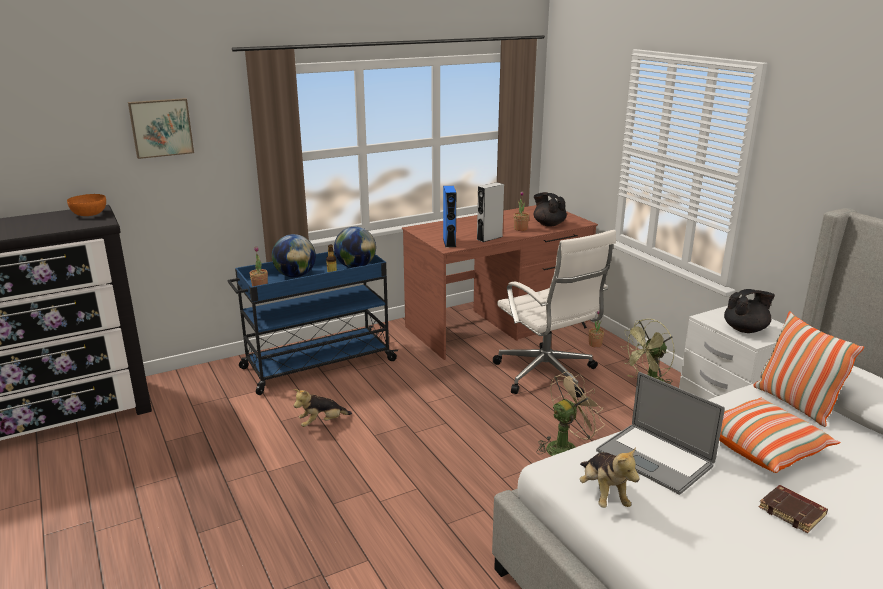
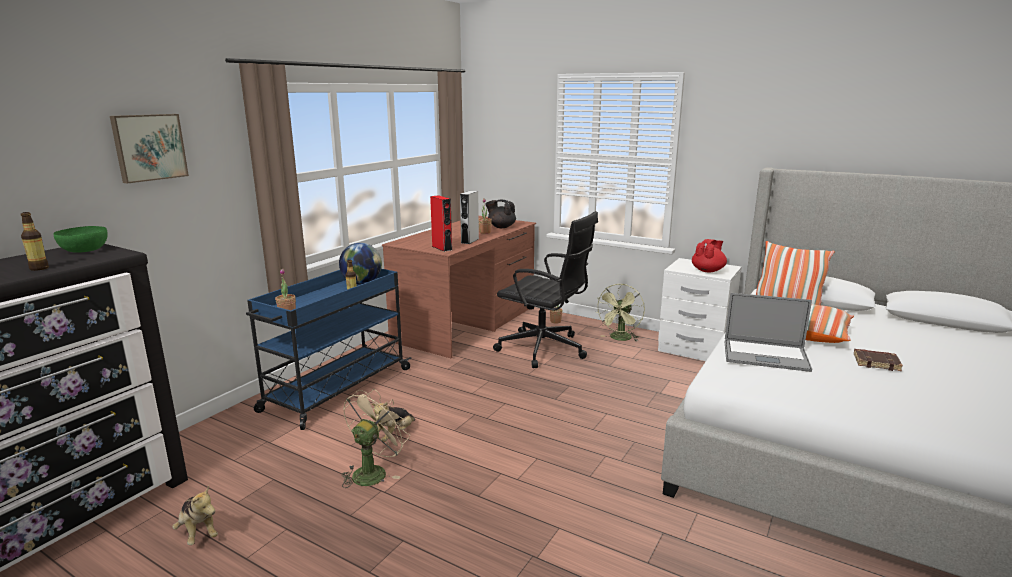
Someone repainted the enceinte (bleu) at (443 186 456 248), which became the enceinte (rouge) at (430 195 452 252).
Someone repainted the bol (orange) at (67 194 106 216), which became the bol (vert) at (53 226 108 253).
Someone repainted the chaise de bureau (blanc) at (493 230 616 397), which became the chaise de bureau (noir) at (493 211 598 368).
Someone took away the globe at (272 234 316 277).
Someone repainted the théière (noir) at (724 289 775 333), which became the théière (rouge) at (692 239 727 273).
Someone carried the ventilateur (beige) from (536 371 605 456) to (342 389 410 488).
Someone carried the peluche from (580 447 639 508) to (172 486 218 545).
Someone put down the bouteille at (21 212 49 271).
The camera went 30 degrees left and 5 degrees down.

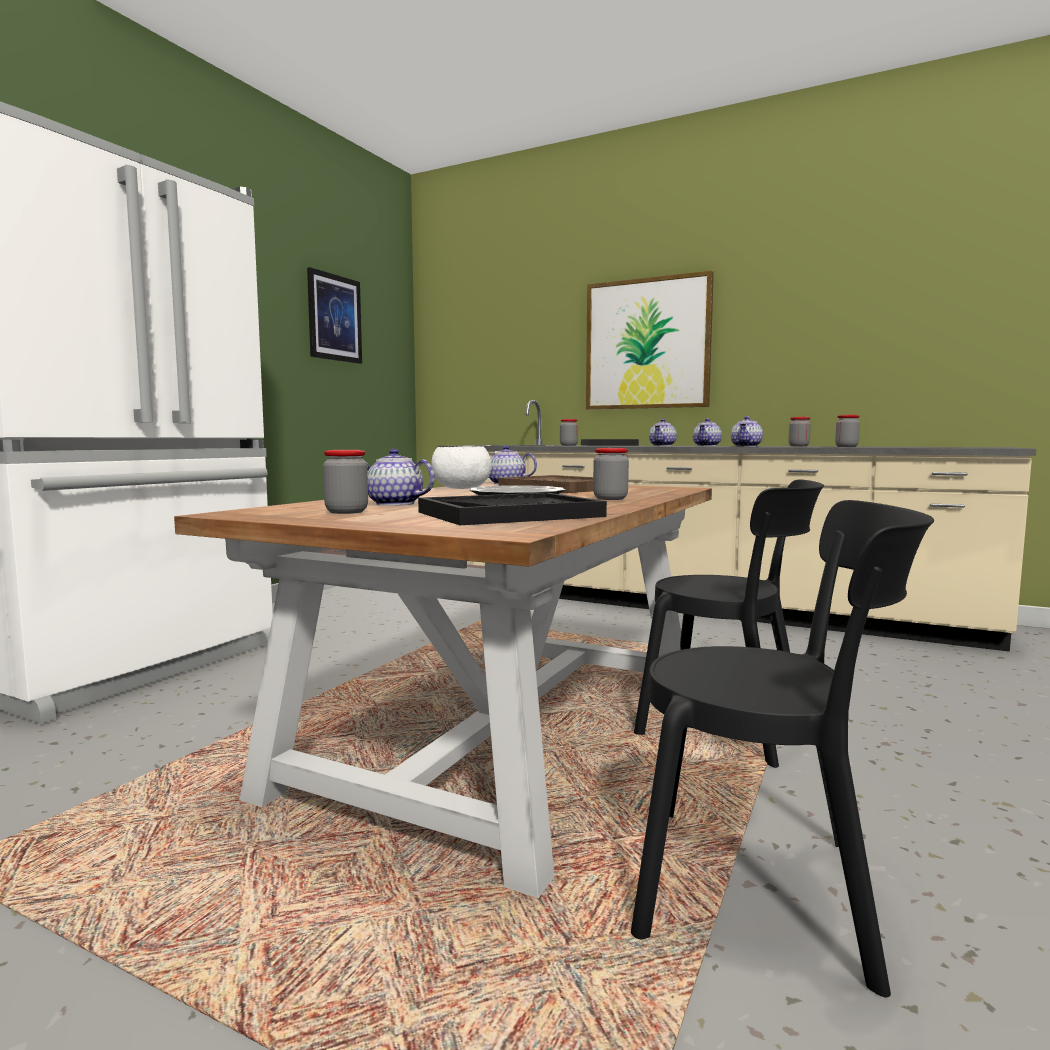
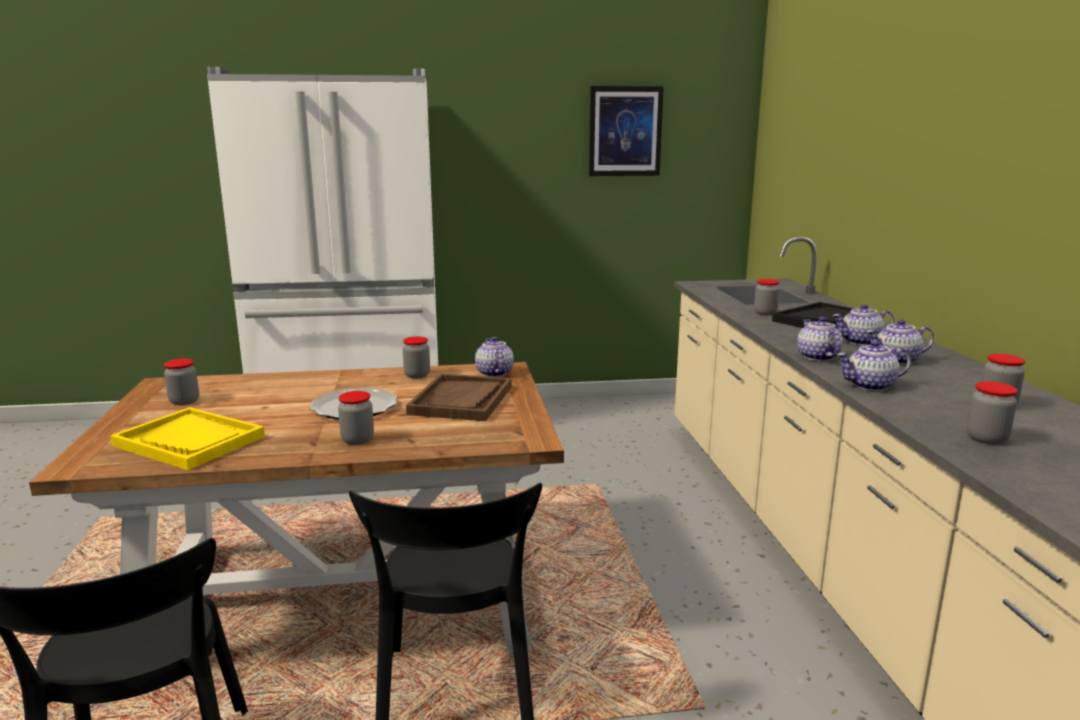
Someone took away the tableau at (586 270 714 410).
Someone swapped the bol (blanc) at (431 446 491 489) for the bocal at (403 336 430 378).
Someone carried the théière from (365 449 435 506) to (797 317 843 361).
Someone repainted the plateau (noir) at (418 493 607 525), which became the plateau (jaune) at (110 407 265 470).
The camera went 55 degrees right and 10 degrees up.

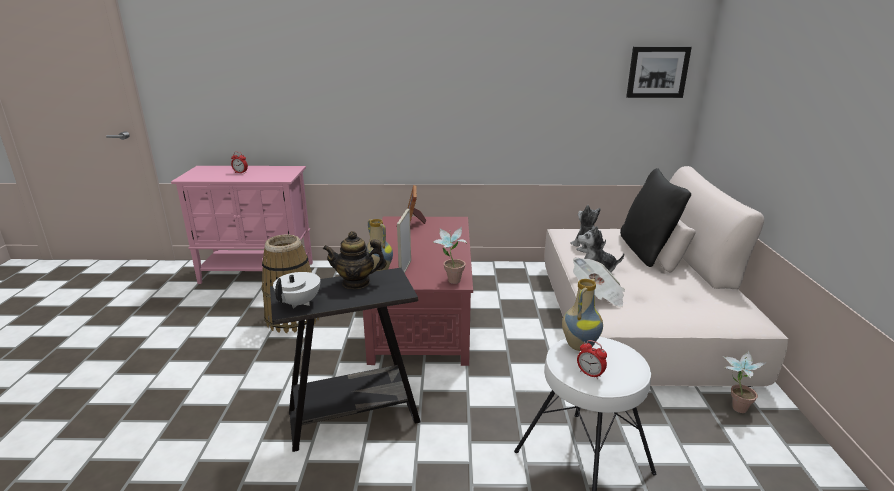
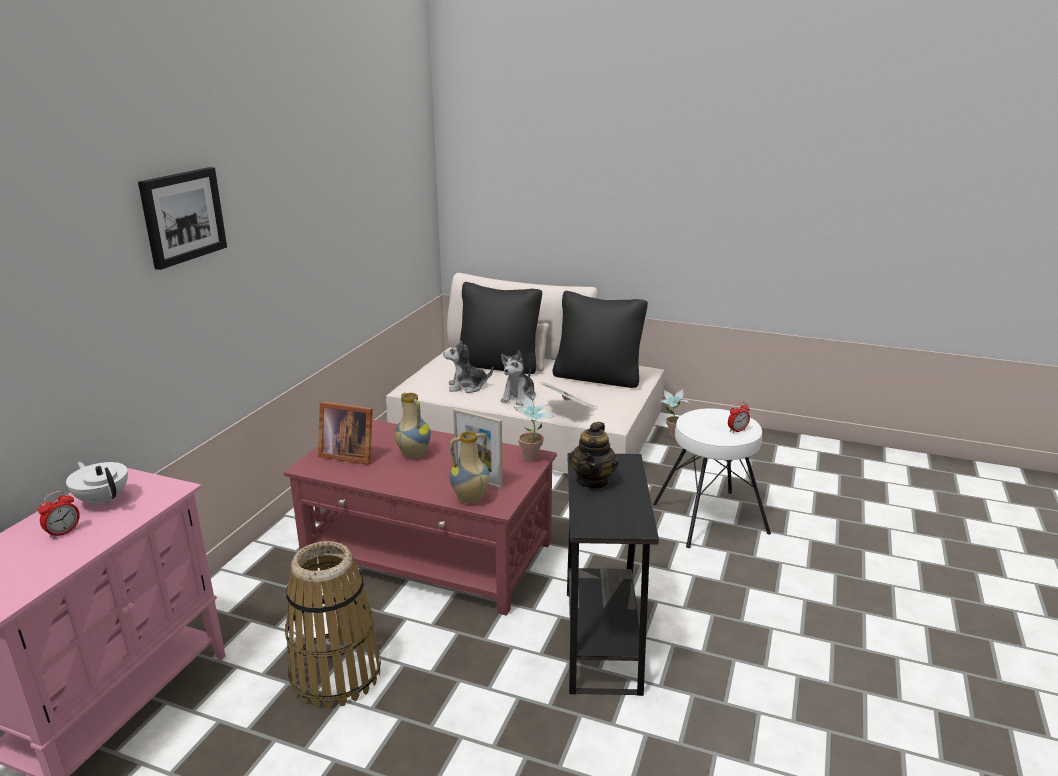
Someone carried the tableau from (626 47 692 98) to (138 167 227 270).
Someone carried the théière (blanc) from (273 267 320 308) to (66 462 128 506).
Someone carried the vase from (562 278 603 351) to (394 392 431 459).
Someone put down the coussin (noir) at (553 291 648 388).
The camera went 70 degrees left and 0 degrees up.

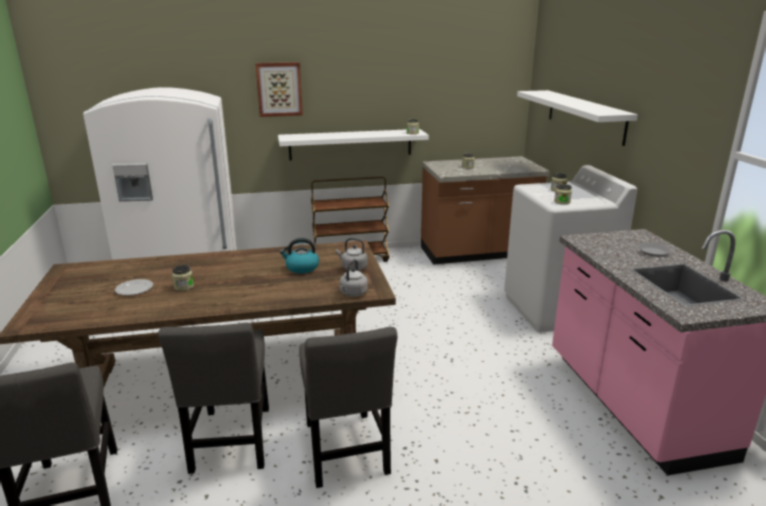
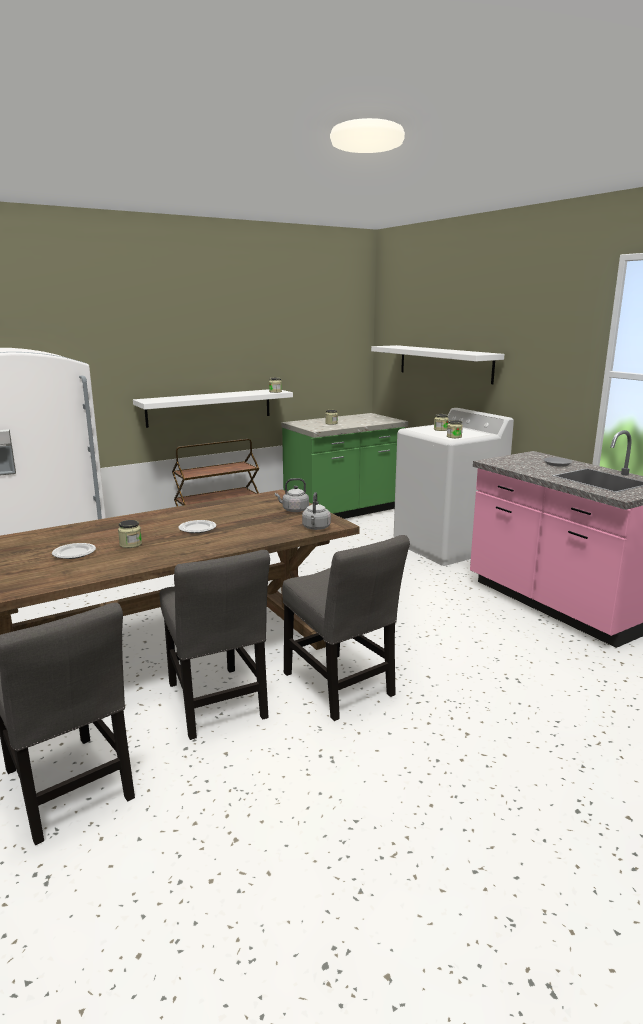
Someone took away the tableau at (255 62 303 117).
Someone repainted the comptoir de cuisine (marron) at (421 156 550 264), which became the comptoir de cuisine (vert) at (281 413 408 519).
Someone took away the bouilloire at (279 238 319 274).
Someone put down the assiette at (179 520 216 533).
The camera went 20 degrees left and 5 degrees down.

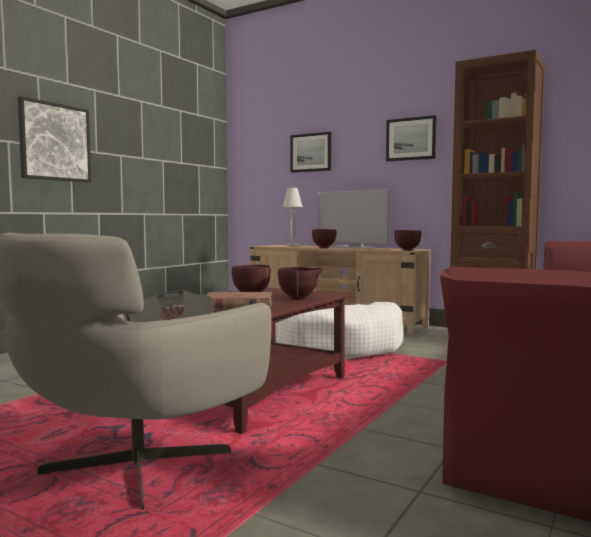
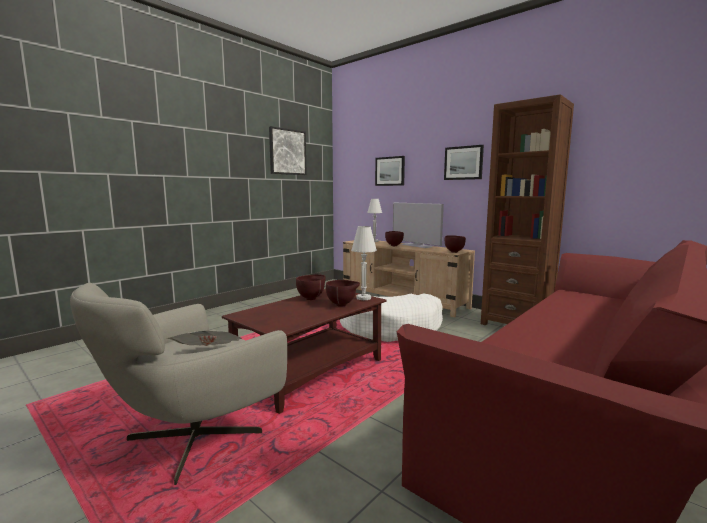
Someone carried the tableau from (18 96 91 182) to (269 126 307 175).
Someone took away the livre (marron) at (207 292 272 309).
Someone put down the lampe de table (blanc) at (351 226 377 300).
The camera went 10 degrees right and 5 degrees up.

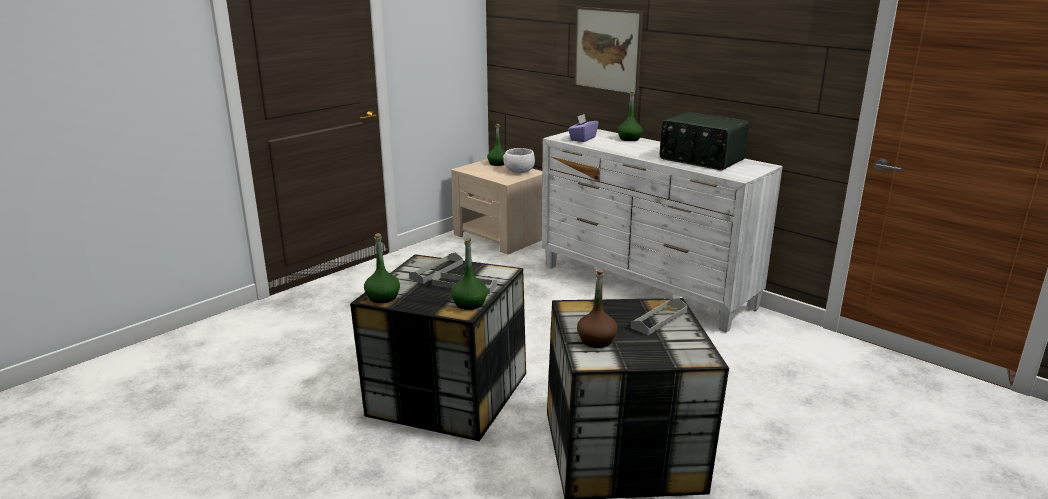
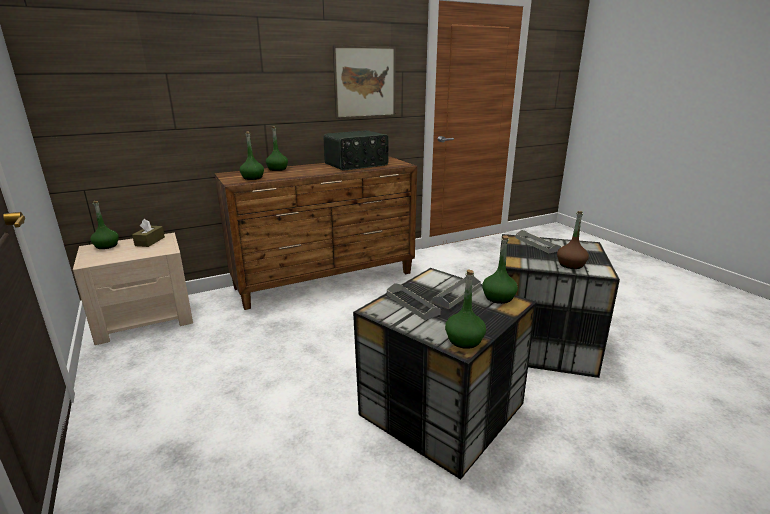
Someone carried the tableau from (574 6 643 96) to (333 45 396 119).
Someone swapped the boîte à mouchoirs (violet) at (568 114 599 142) for the bouteille (vert) at (240 132 264 180).
Someone repainted the commode (blanc) at (542 129 783 333), which became the commode (marron) at (214 157 417 310).
Someone swapped the bol (blanc) at (503 148 535 173) for the boîte à mouchoirs (marron) at (132 219 165 247).
The camera went 70 degrees left and 0 degrees up.

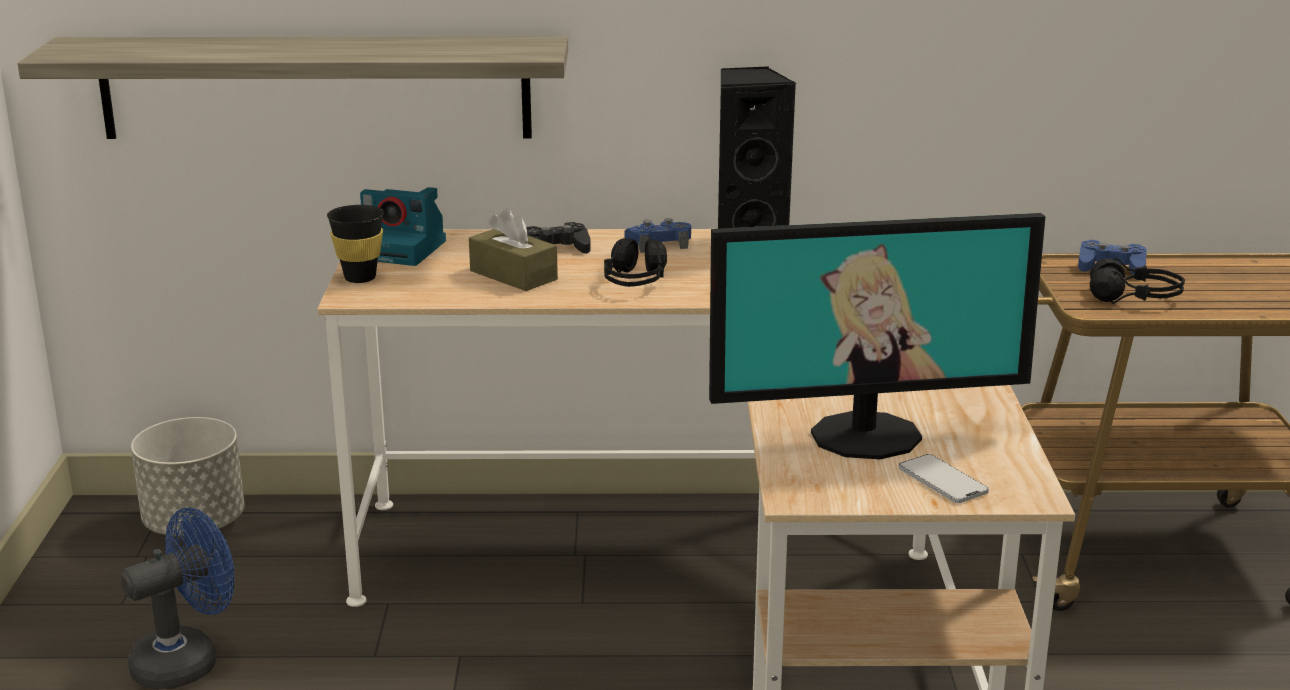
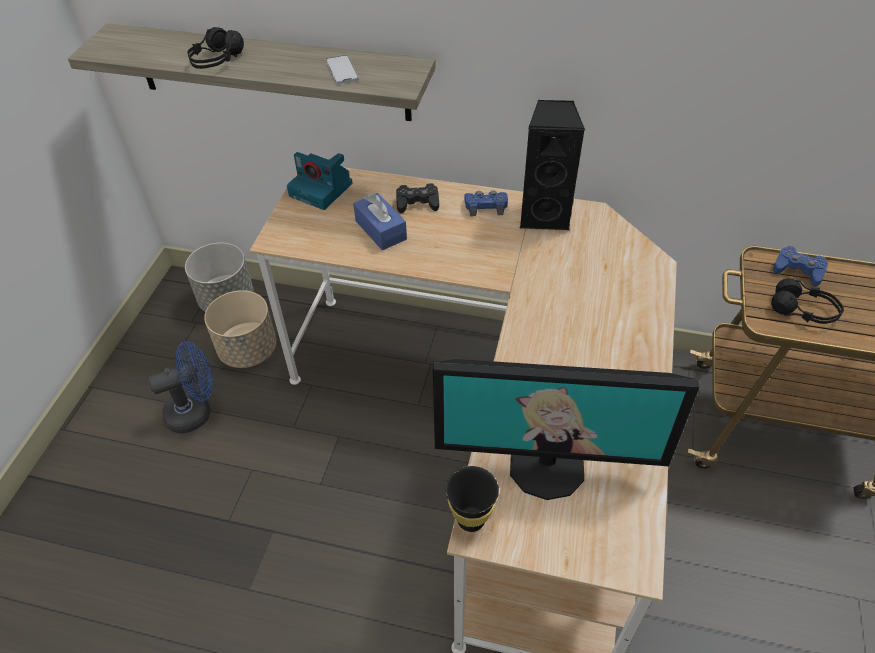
Someone carried the tasse (noir) from (327 205 384 283) to (446 466 499 532).
Someone repainted the boîte à mouchoirs (marron) at (469 208 558 291), which became the boîte à mouchoirs (bleu) at (353 193 407 250).
Someone carried the casque audio (noir) from (604 238 667 287) to (187 27 244 69).
Someone carried the téléphone from (899 454 989 503) to (326 55 359 84).
Someone put down the cache-pot (beige) at (204 290 277 368).
The camera went 15 degrees right and 25 degrees up.

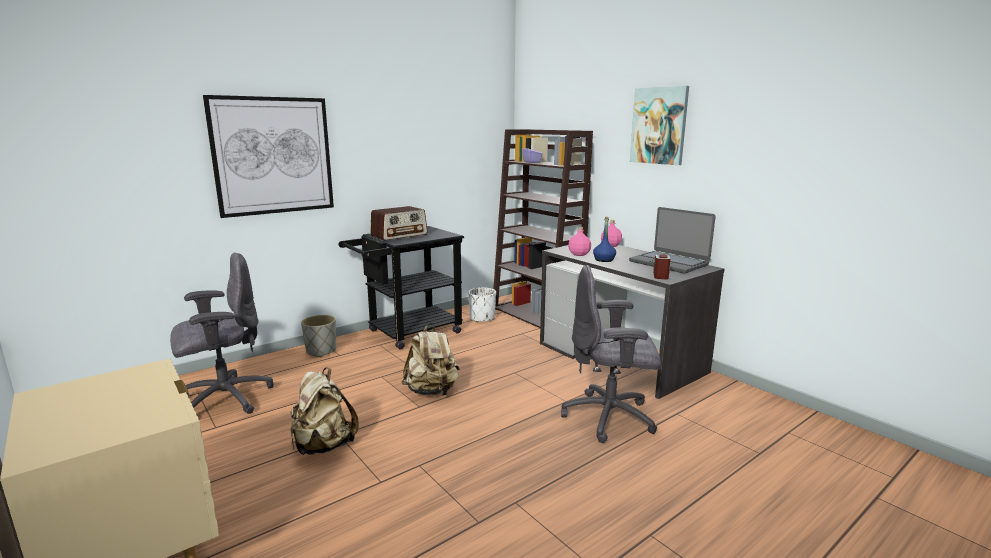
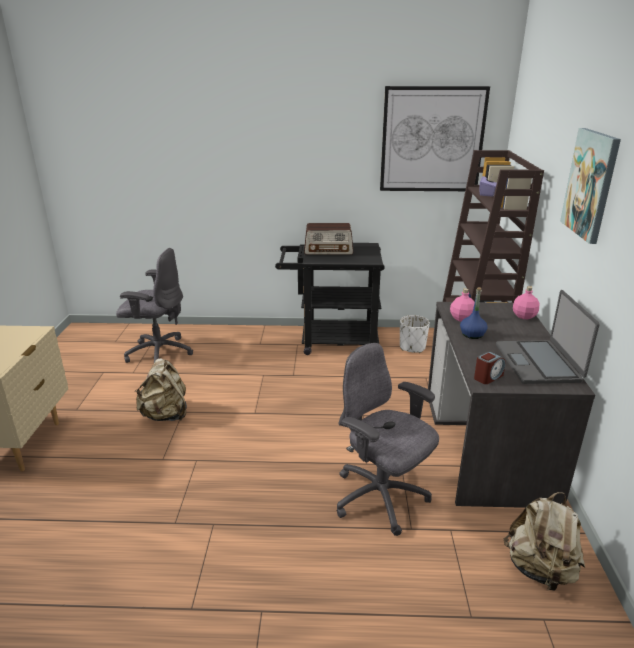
Someone carried the tableau from (203 95 334 218) to (380 86 490 191).
Someone took away the cache-pot (gris) at (301 315 336 357).
Someone carried the sac à dos (beige) from (401 323 460 396) to (504 492 585 591).
The camera went 40 degrees right and 10 degrees up.

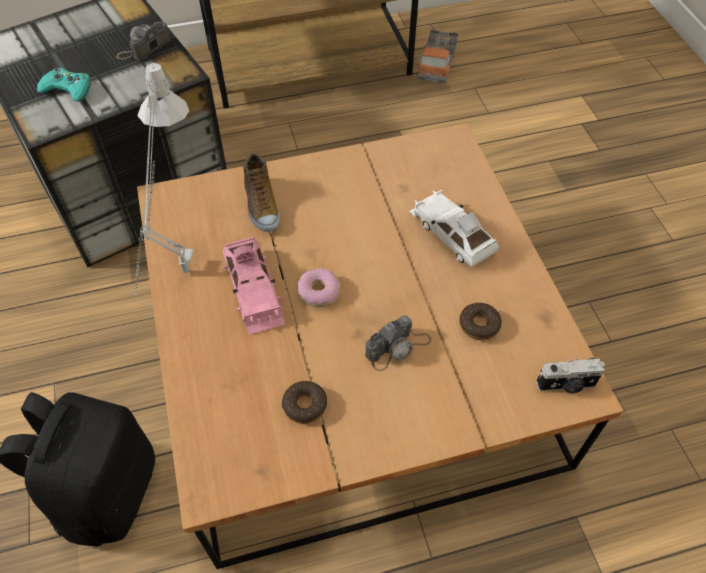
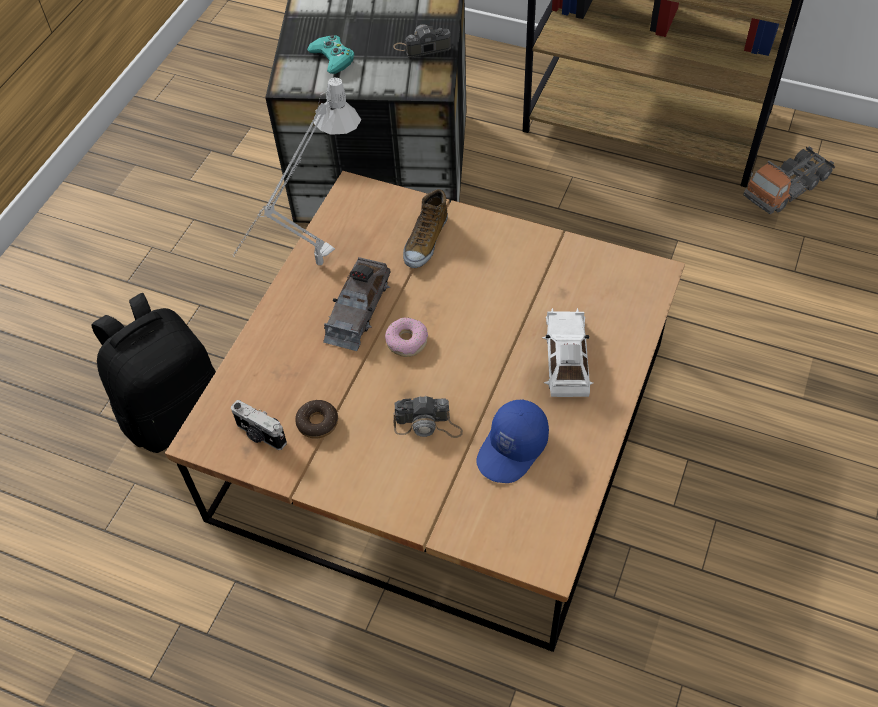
Someone repainted the petite voiture (rose) at (222 237 285 335), which became the petite voiture (gris) at (323 257 391 351).
Someone swapped the beignet at (459 303 502 340) for the casquette (bleu) at (476 399 549 483).
Someone carried the appareil photo from (536 358 605 393) to (231 400 287 450).
The camera went 40 degrees right and 0 degrees up.

